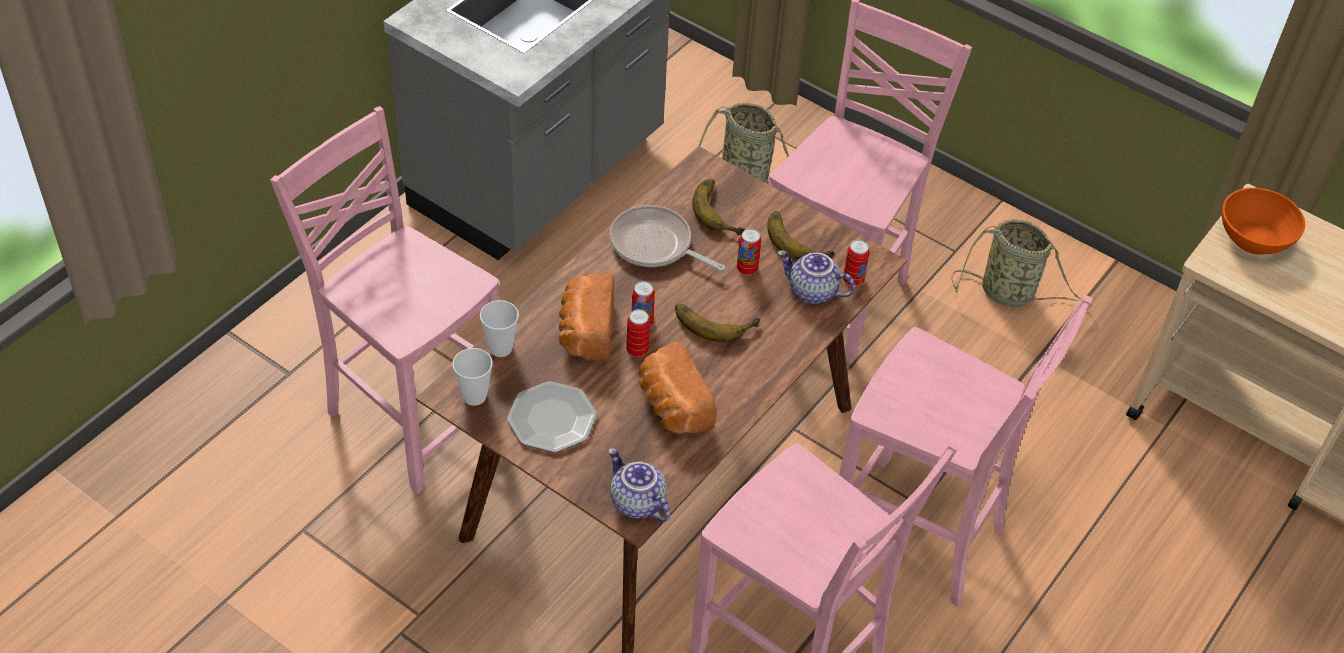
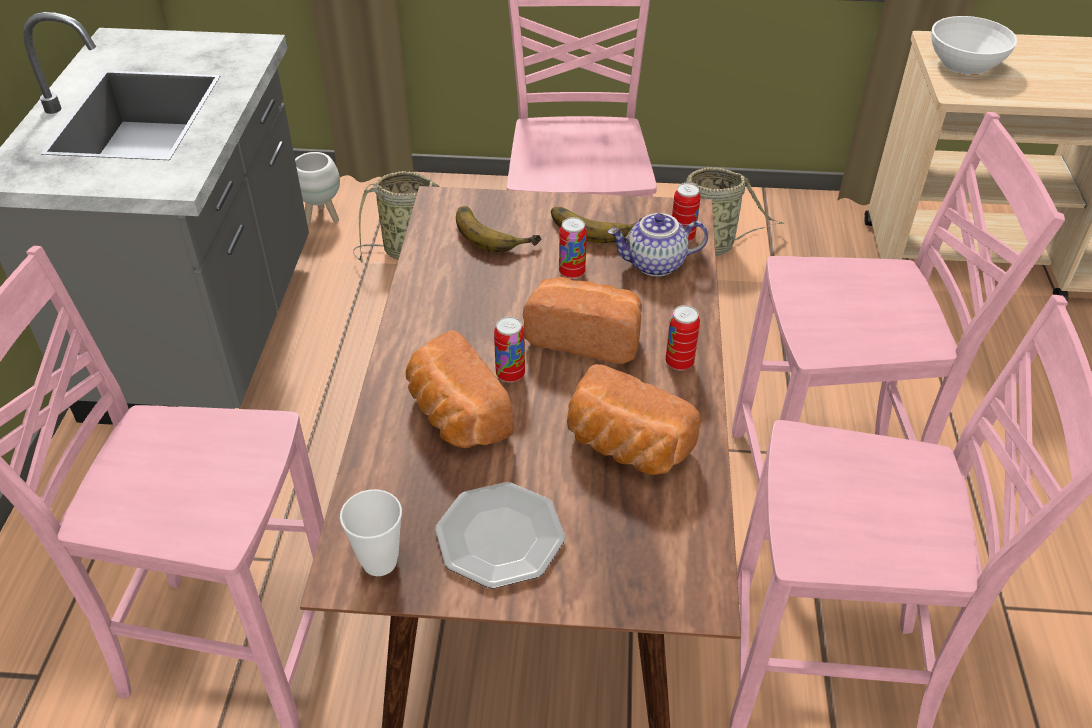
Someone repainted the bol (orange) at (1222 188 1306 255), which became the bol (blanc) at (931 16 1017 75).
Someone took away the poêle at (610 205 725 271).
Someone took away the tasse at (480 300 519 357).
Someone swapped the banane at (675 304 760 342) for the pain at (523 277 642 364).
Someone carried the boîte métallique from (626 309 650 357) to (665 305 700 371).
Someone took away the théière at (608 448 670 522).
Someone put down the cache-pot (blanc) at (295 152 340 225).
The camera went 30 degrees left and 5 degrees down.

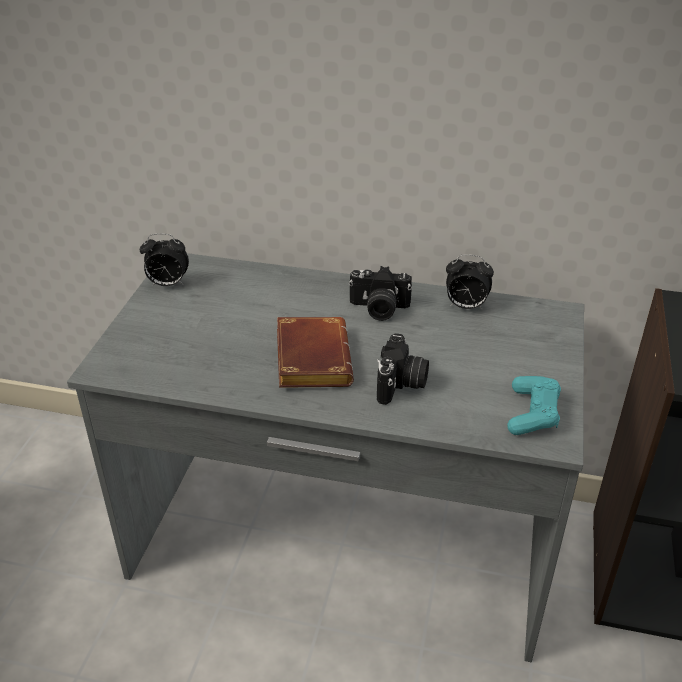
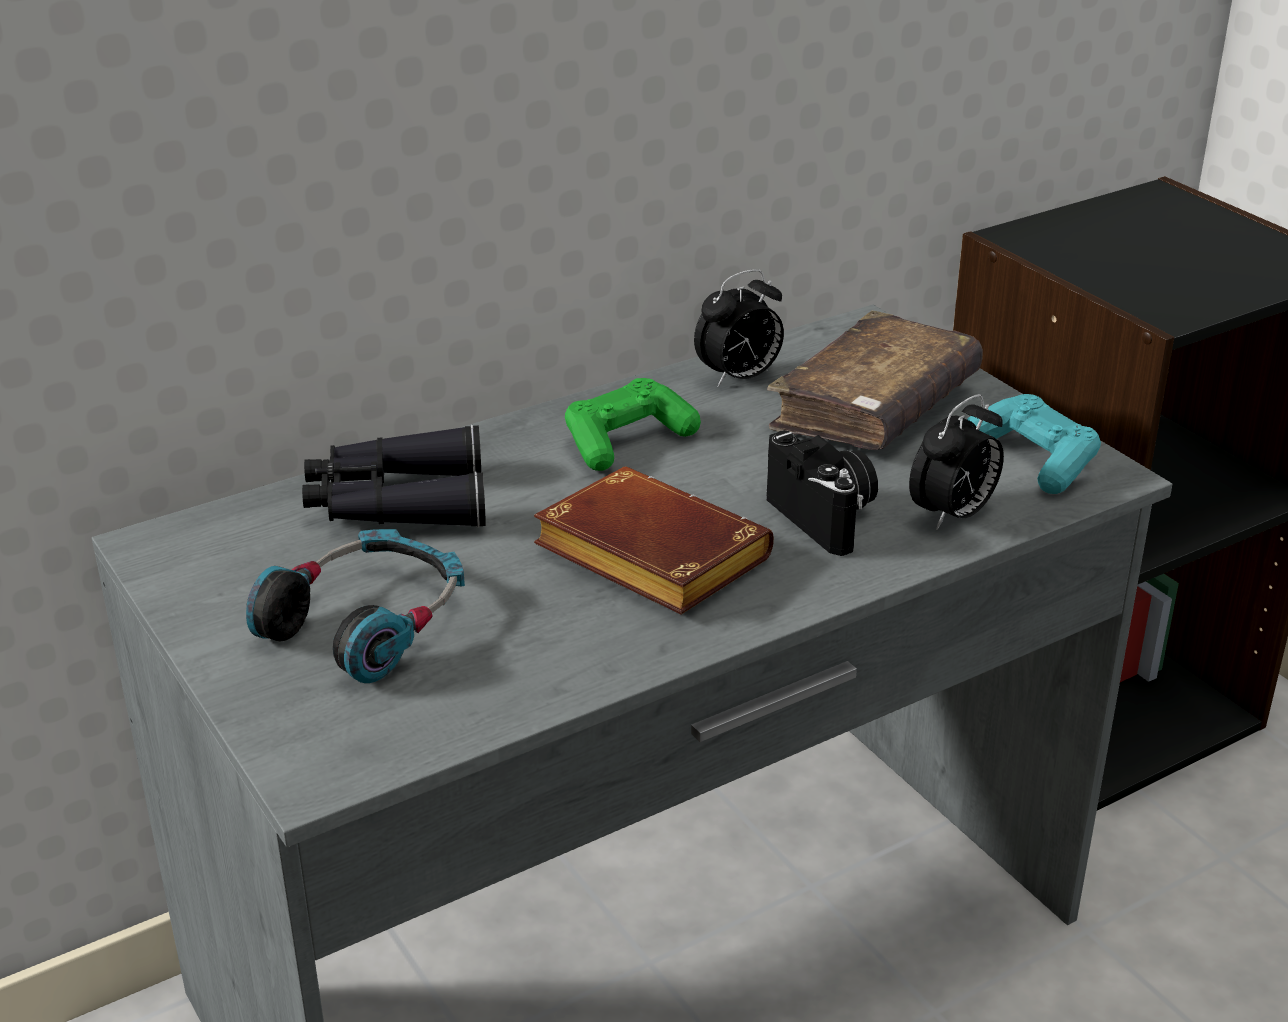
Someone carried the réveil from (139 233 189 286) to (909 394 1004 530).
Someone swapped the appareil photo at (349 266 412 321) for the manette (vert) at (565 378 701 471).
Someone put down the livre (marron) at (767 311 983 450).
Someone put down the jumelles (noir) at (302 425 486 528).
Someone put down the casque audio at (246 529 465 683).
The camera went 45 degrees left and 5 degrees down.

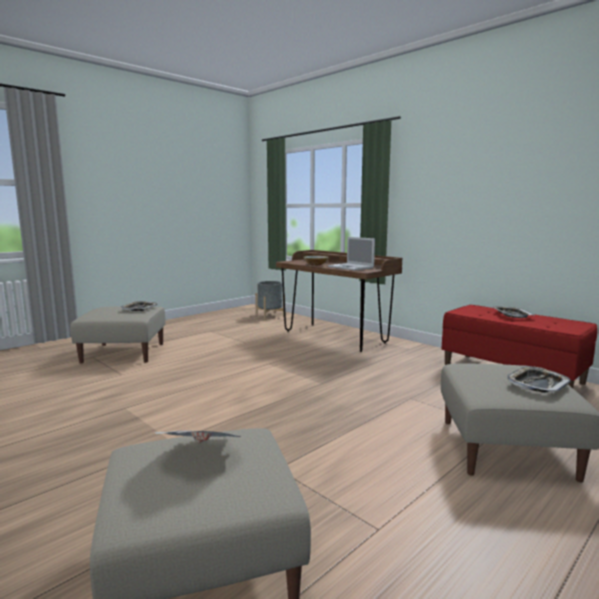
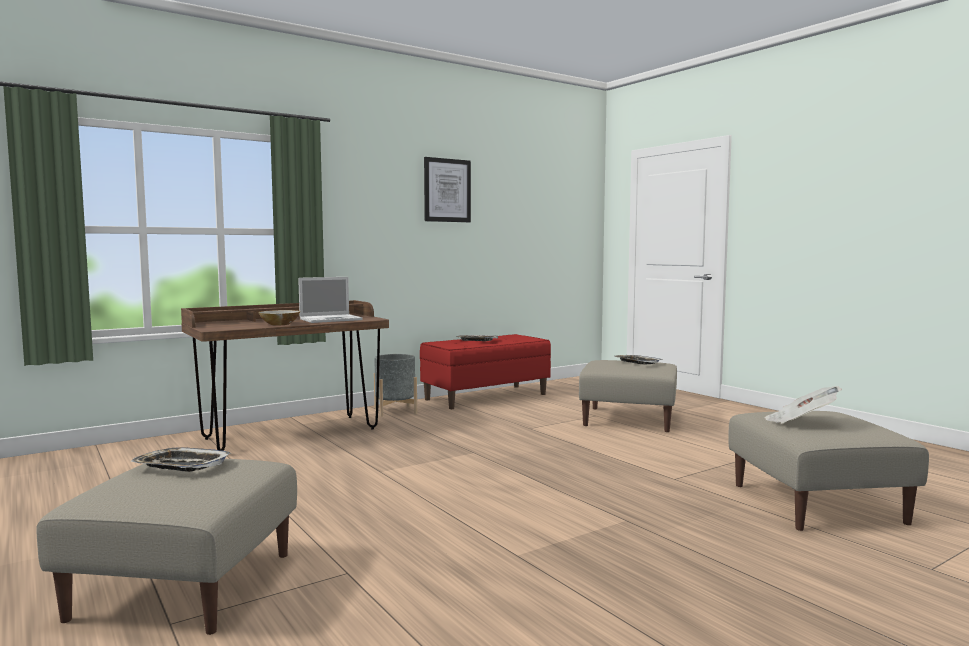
Someone carried the cache-pot (gris) from (255 281 284 320) to (374 354 417 417).
Someone put up the tableau at (424 157 471 222).
The camera went 80 degrees left and 5 degrees down.

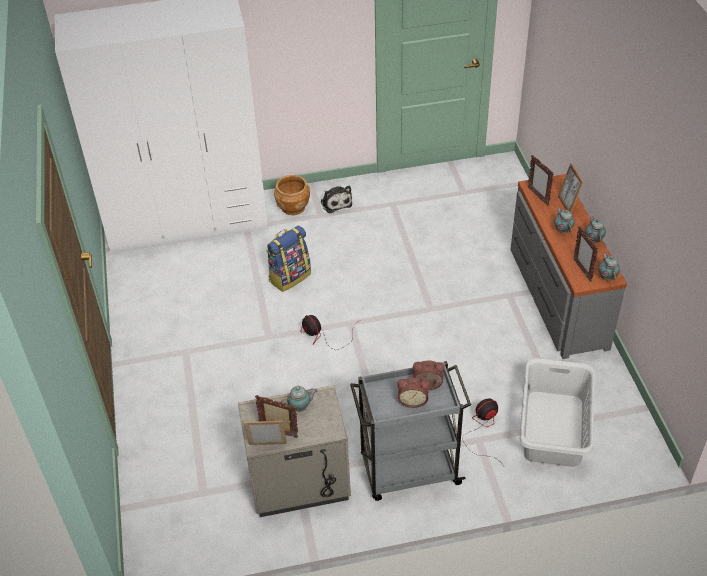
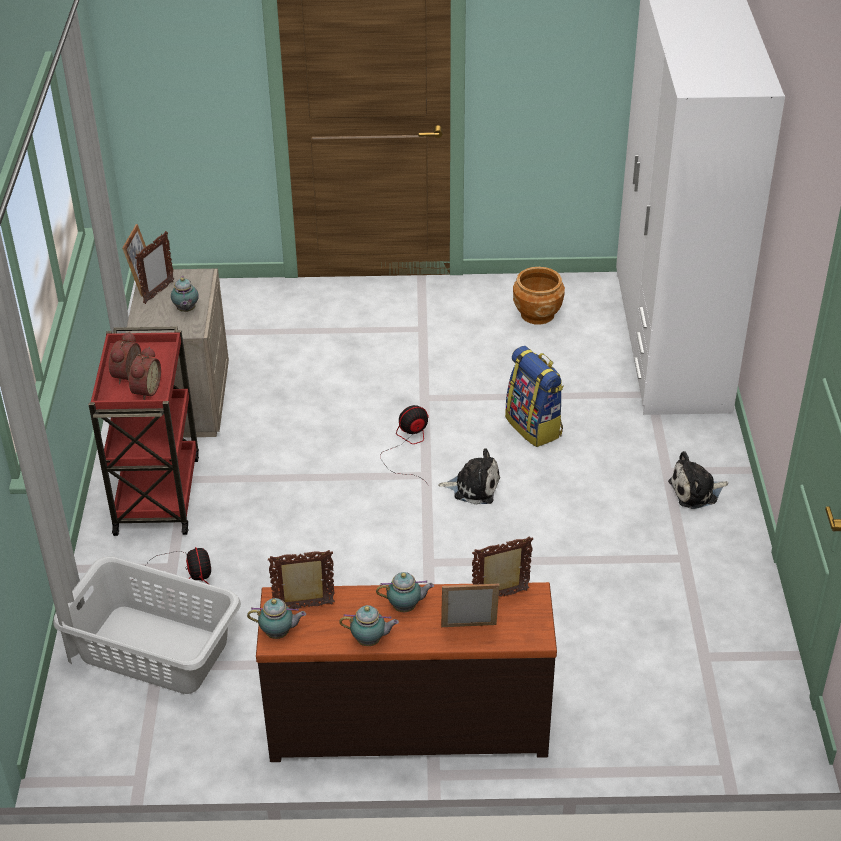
Someone repainted the commode (gris) at (511 174 627 359), which became the commode (marron) at (256 582 557 762).
Someone carried the cache-pot (marron) from (274 175 310 215) to (513 267 565 325).
Someone repainted the chariot (gris) at (350 361 471 501), which became the chariot (rouge) at (89 327 199 536).
Someone put down the peluche at (438 448 500 505).
The camera went 100 degrees right and 5 degrees down.

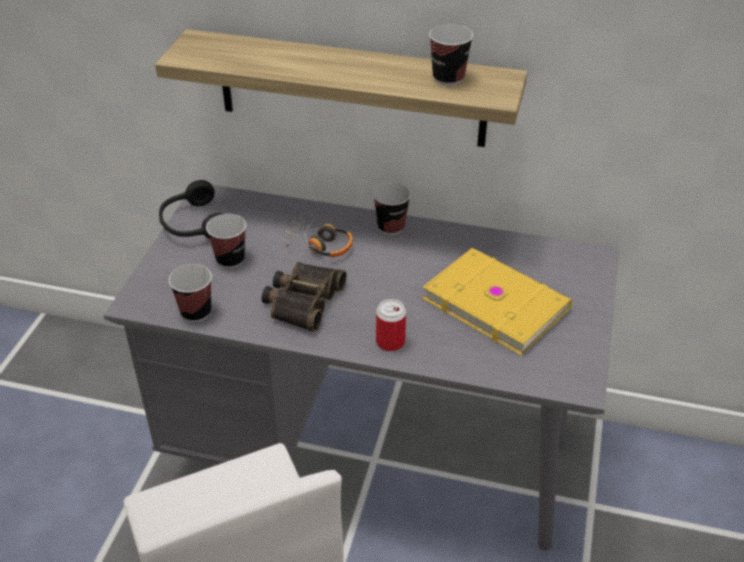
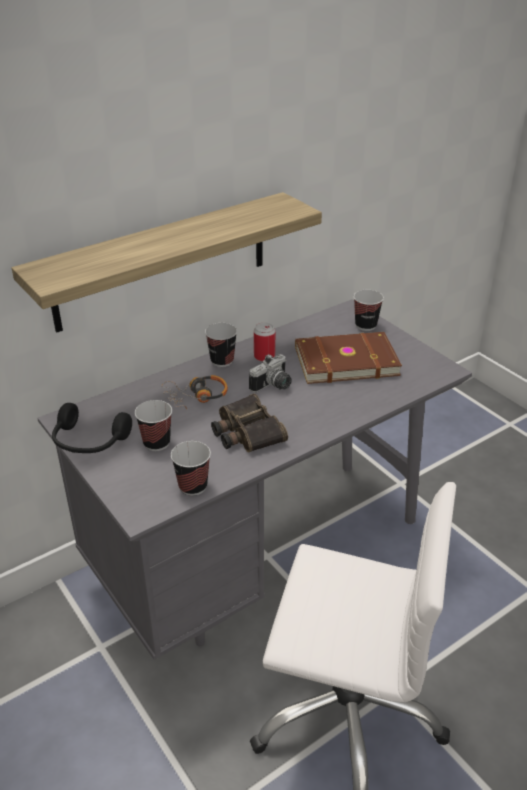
Someone carried the tasse from (429 24 473 86) to (354 290 384 331).
Someone repainted the livre (jaune) at (422 248 572 355), which became the livre (marron) at (295 332 402 384).
Someone carried the boîte métallique from (376 299 406 351) to (254 322 275 362).
Someone put down the appareil photo at (249 354 292 393).
The camera went 50 degrees left and 5 degrees down.

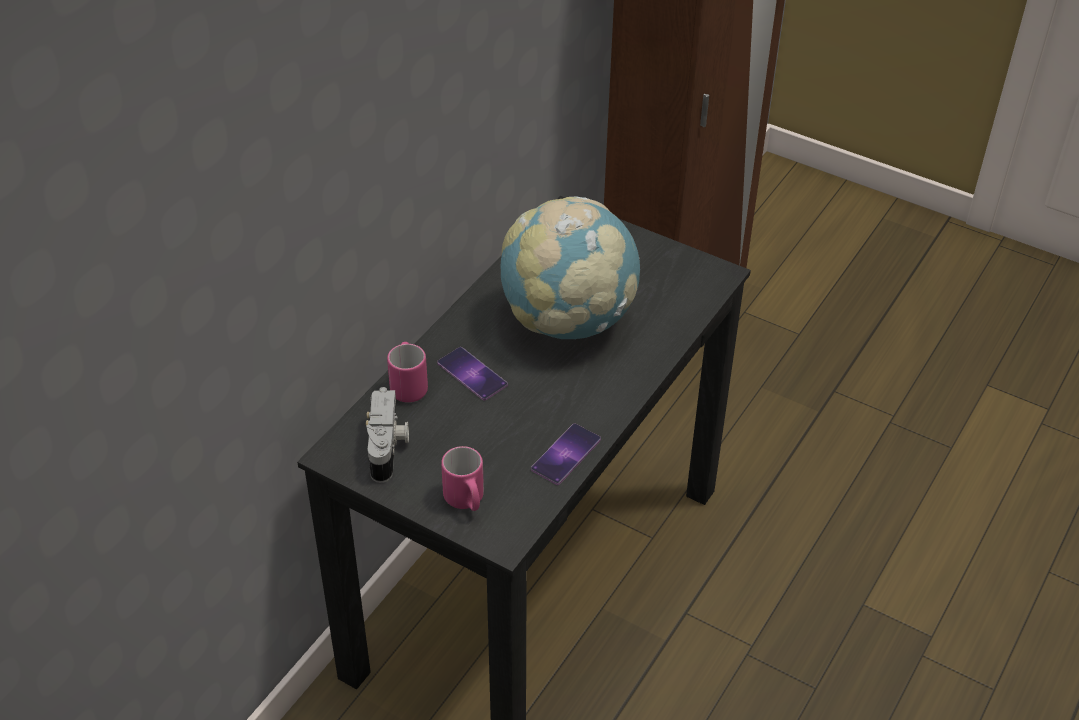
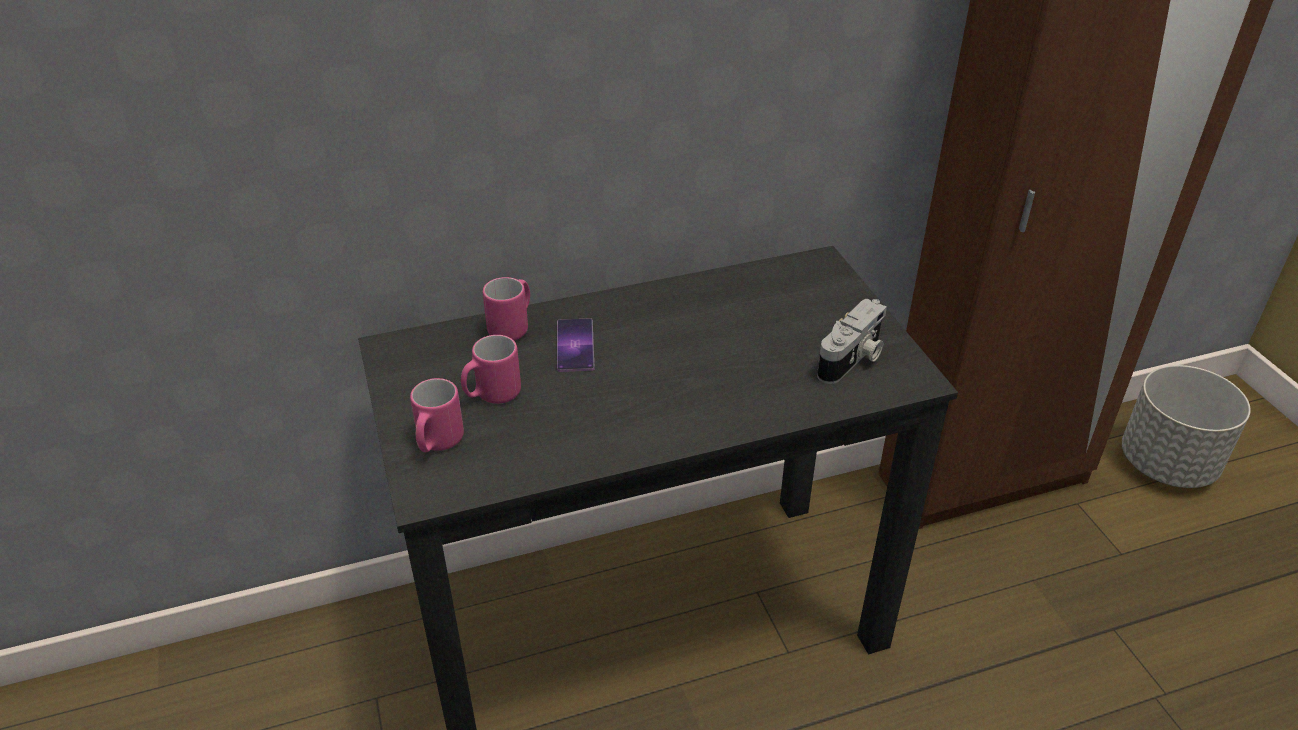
Someone took away the globe at (501 196 640 339).
Someone carried the appareil photo from (366 387 409 483) to (817 299 887 384).
Someone took away the téléphone at (531 424 601 485).
Someone put down the mug (rose) at (461 335 521 404).
Someone put down the cache-pot (gris) at (1122 365 1251 488).
The camera went 40 degrees right and 5 degrees down.

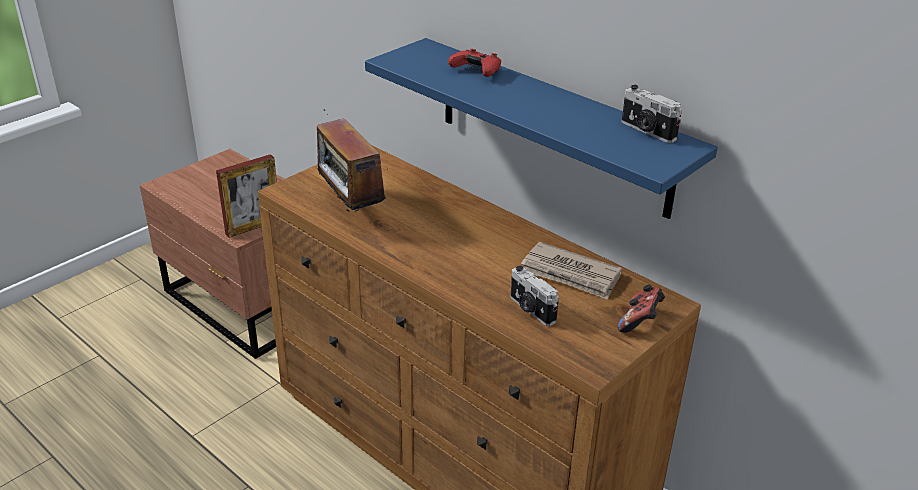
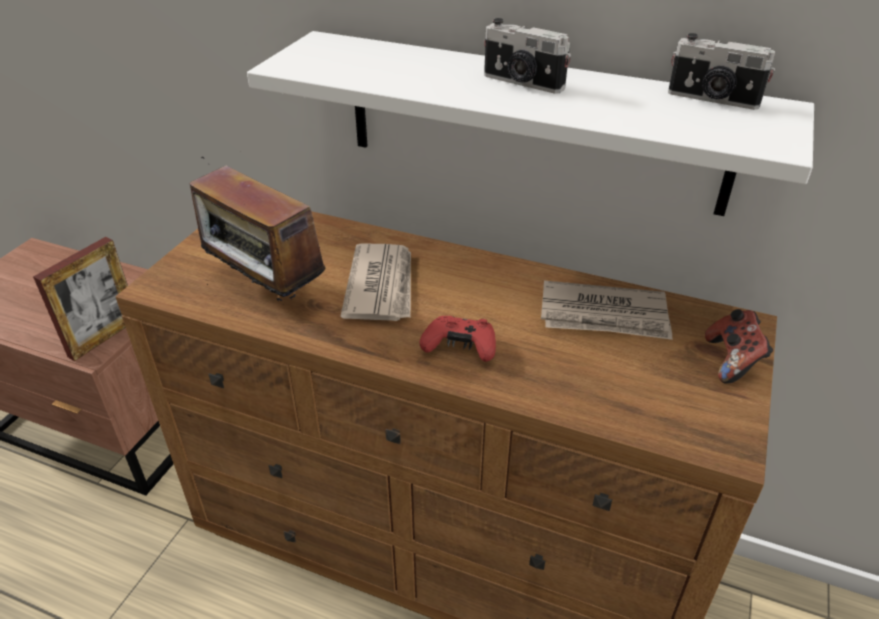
Someone repainted the étagère (bleu) at (365 38 718 219), which became the étagère (blanc) at (247 31 814 216).
Someone carried the manette (rouge) from (448 49 501 77) to (420 316 496 362).
Someone carried the appareil photo from (510 266 559 326) to (484 18 571 94).
Someone put down the journal at (341 244 411 321).
The camera went 20 degrees left and 5 degrees up.

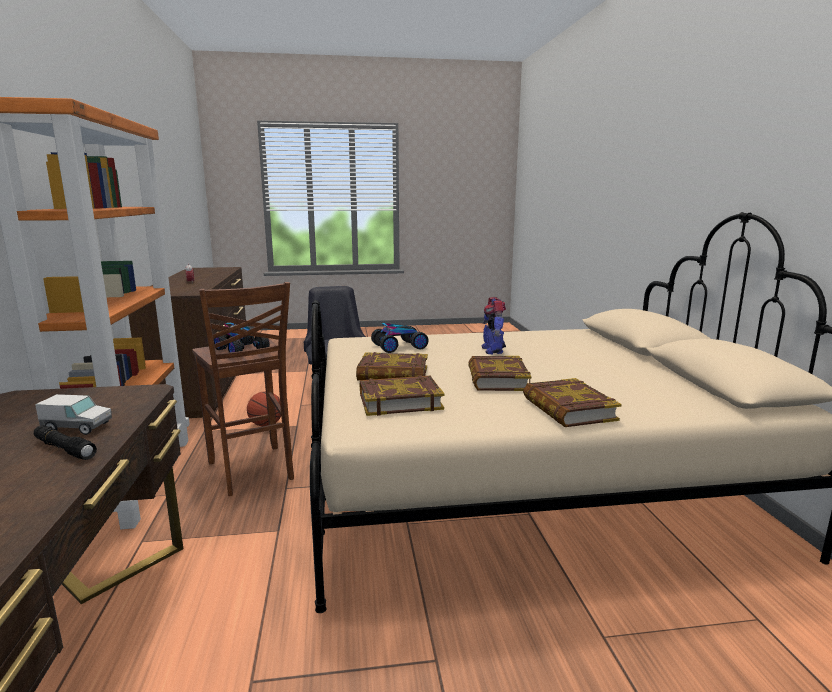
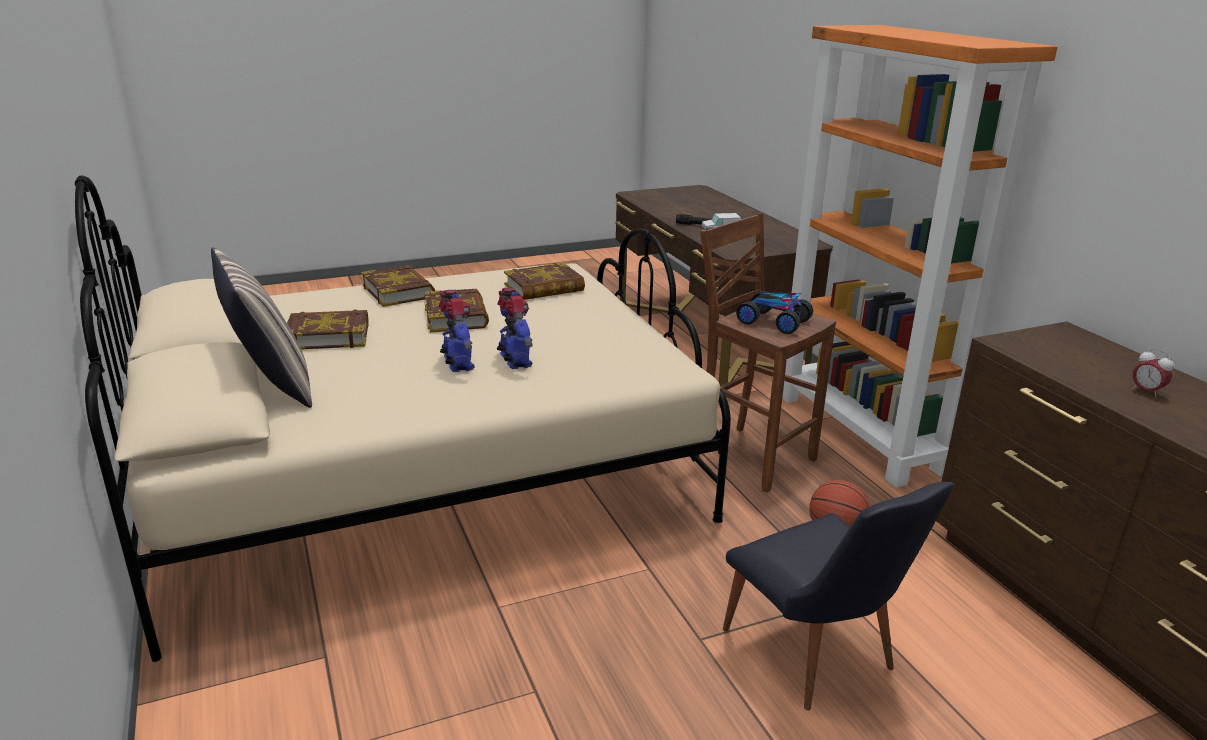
Someone took away the petite voiture at (371 323 429 353).
Someone carried the livre from (356 352 428 380) to (287 309 369 350).
Someone put down the coussin at (211 247 312 408).
Someone put down the robot jouet at (497 287 532 369).
The camera went 165 degrees right and 10 degrees up.

